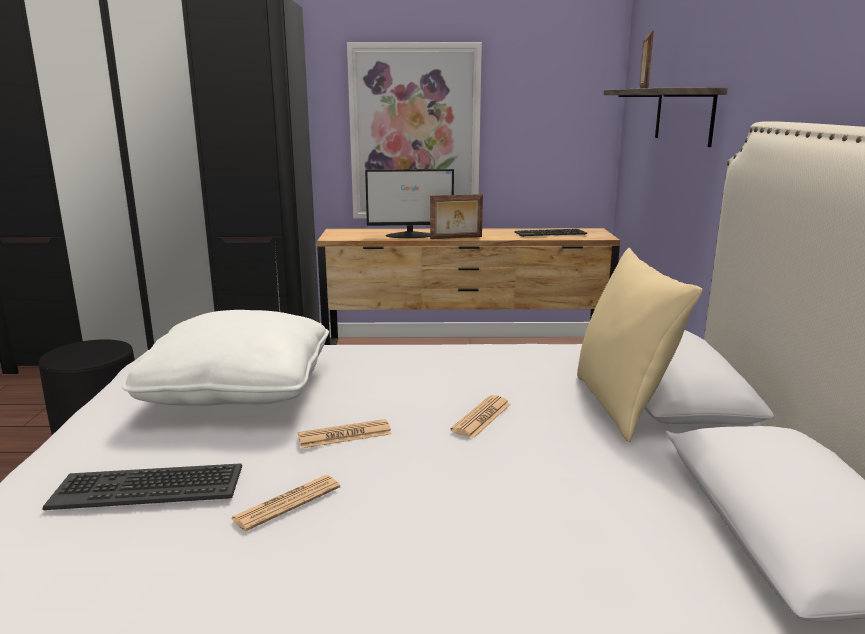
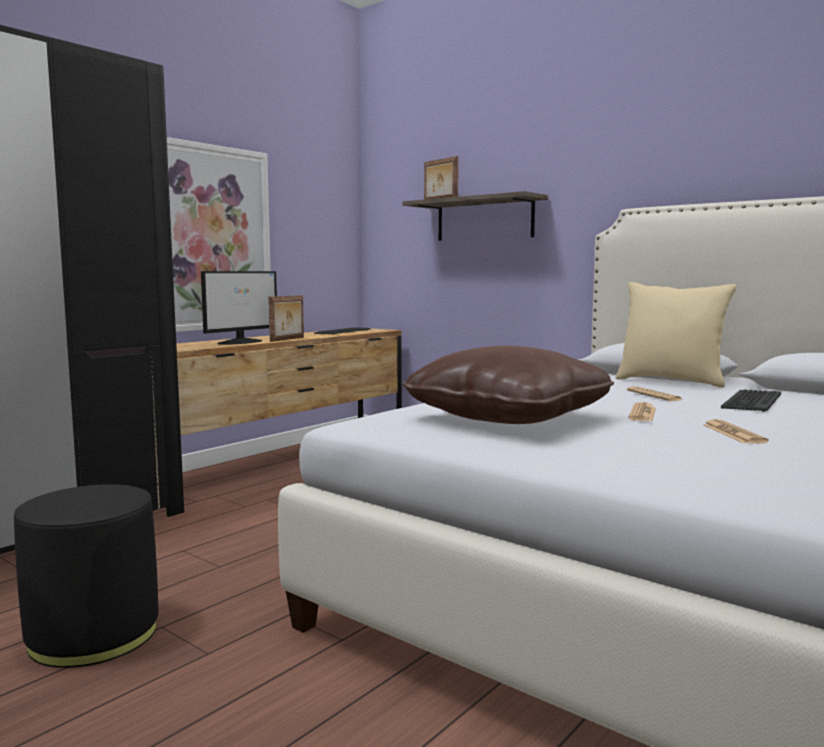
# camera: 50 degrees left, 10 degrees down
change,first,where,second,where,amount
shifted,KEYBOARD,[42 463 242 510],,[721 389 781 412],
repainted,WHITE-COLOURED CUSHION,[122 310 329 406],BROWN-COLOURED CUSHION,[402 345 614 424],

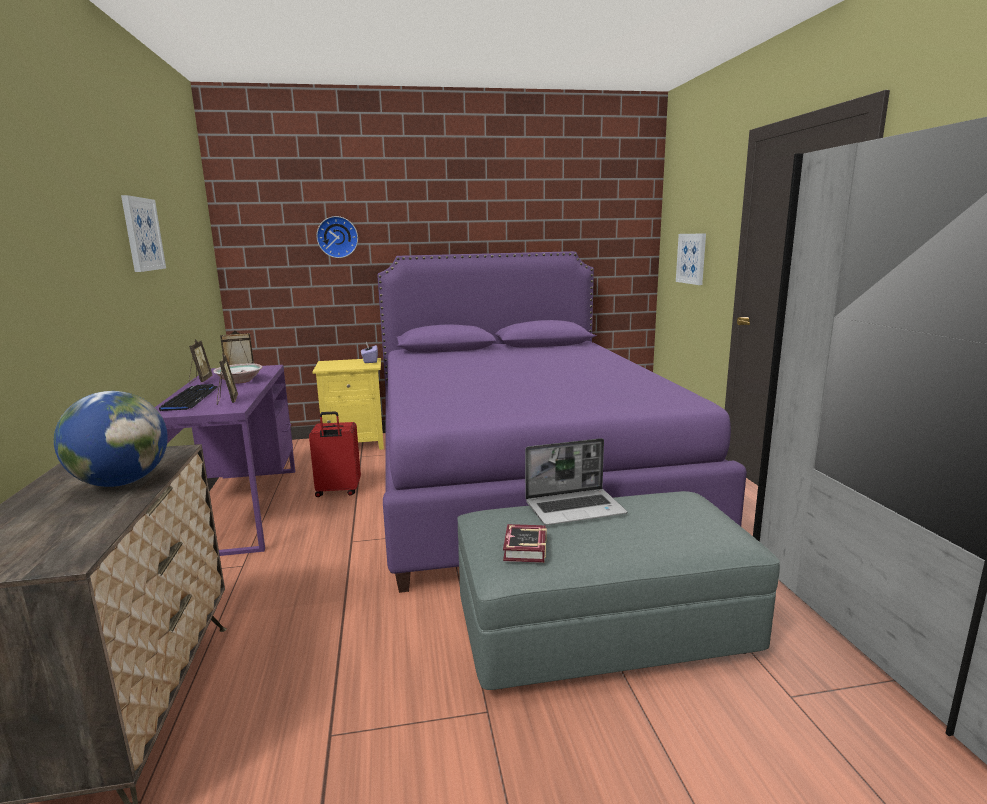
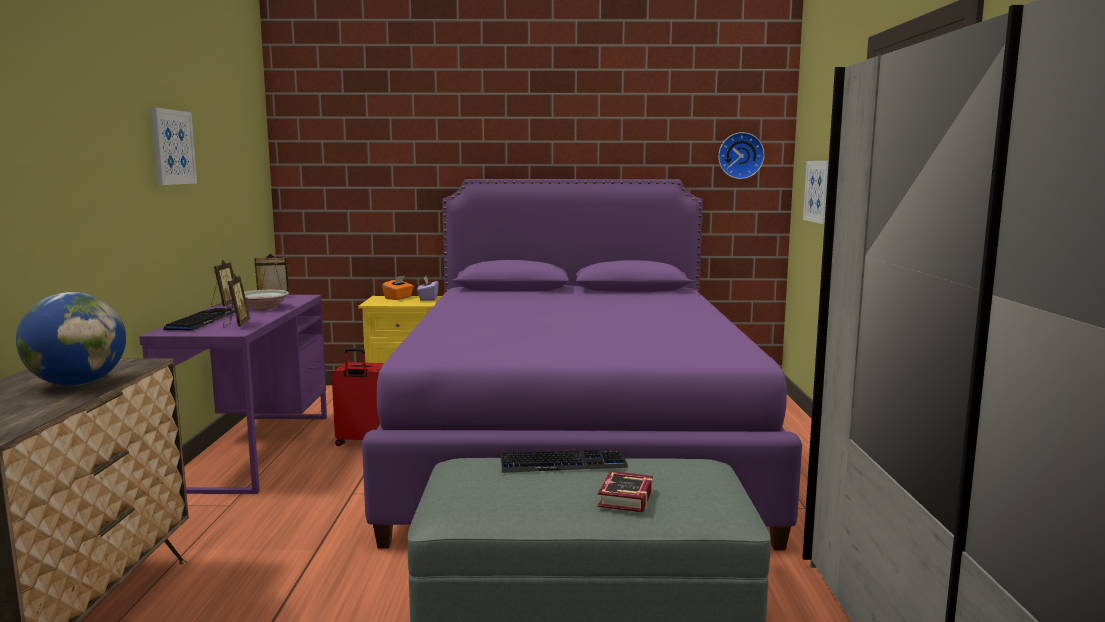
# camera: 10 degrees right, 5 degrees down
change,first,where,second,where,amount
shifted,CLOCK ON THE WALL,[316 216 358 258],,[718 132 764 179],
shifted,BOUND BOOK,[503 524 547 563],,[598 471 653 513],
swapped,LAPTOP,[525 438 627 525],KEYBOARD,[501 449 628 473],
new,,,ORANGE TISSUE HOLDER,[382 275 414 300],

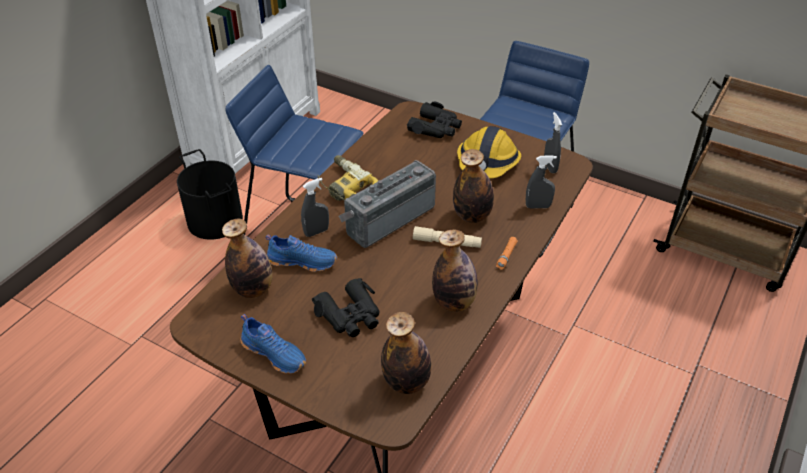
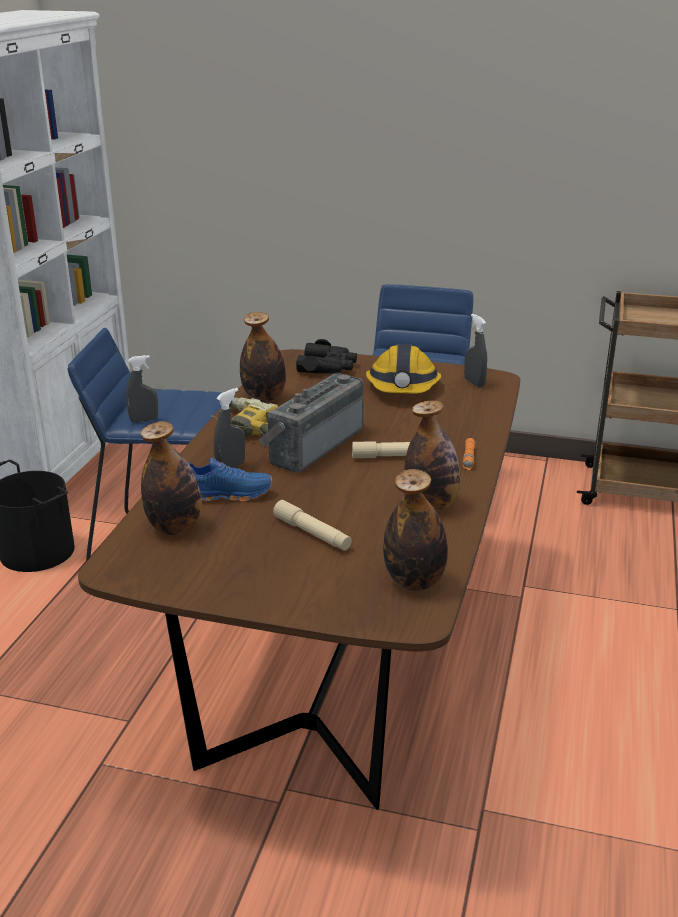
# camera: 15 degrees left, 15 degrees down
change,first,where,second,where,amount
gone,BLUE ITEM OF FOOTWEAR,[241 314 306 374],,,
swapped,BLACKISH PAIR OF BINOCULARS,[312 278 380 337],BEIGE-COLOURED FLASHLIGHT,[273 500 352 551],
shifted,BEVERAGE BOTTLE,[453 149 494 223],,[240 312 286 402],
shifted,GREY SPRAYER,[526 155 557 208],,[126 355 158 423],

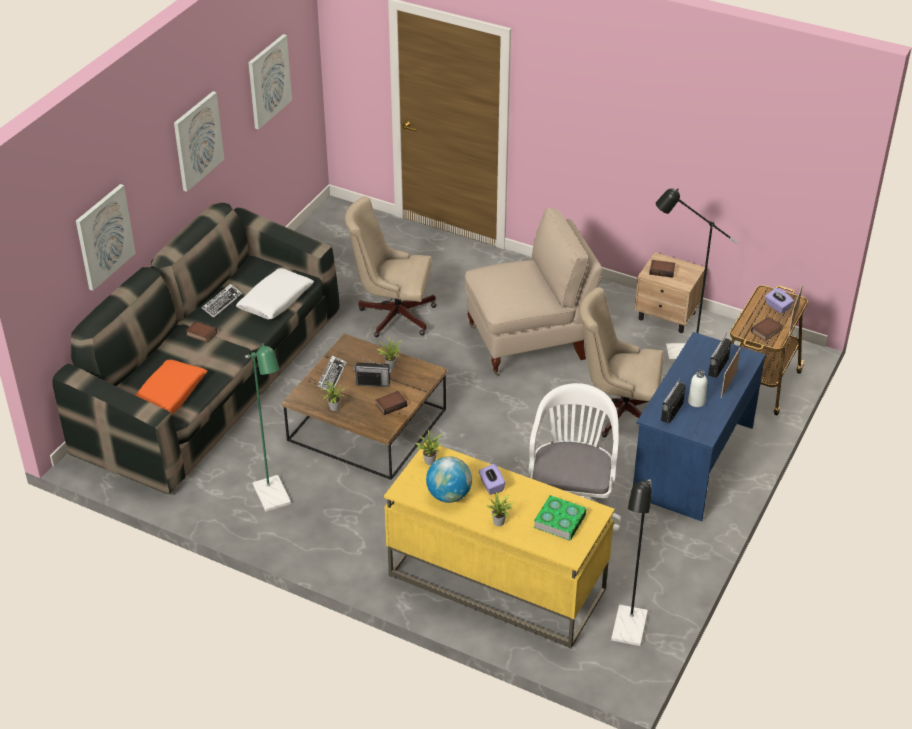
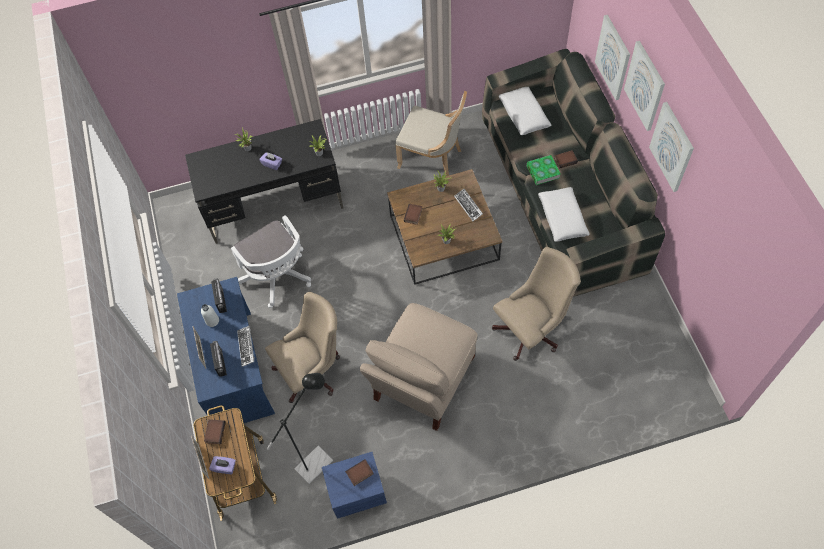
# camera: 140 degrees right, 20 degrees up
change,first,where,second,where,amount
repainted,ORANGE CUSHION,[135 359 207 414],WHITE-COLOURED CUSHION,[499 87 551 135],
shifted,KEYBOARD,[201 284 242 318],,[237 326 255 367],
swapped,GREEN STANDARD LAMP,[245 343 291 512],BEIGE-COLOURED UPRIGHT CHAIR,[395 91 467 176],
shifted,WALL PICTURE,[248 34 292 130],,[624 41 665 131],
gone,RADIO,[353 358 392 387],,,
repainted,YELLOW-COLOURED DESK UNIT,[384 443 615 649],BLACKISH DESK UNIT,[185 119 343 244],
gone,WORLD GLOBE,[426 456 472 503],,,
shifted,BOUND BOOK,[534 495 587 541],,[527 155 561 185],
gone,BLACKISH STANDARD LAMP,[611 478 652 646],,,
repainted,BEIGE-COLOURED NIGHTSTAND,[634 252 705 333],BLUE NIGHTSTAND,[322 452 387 519],

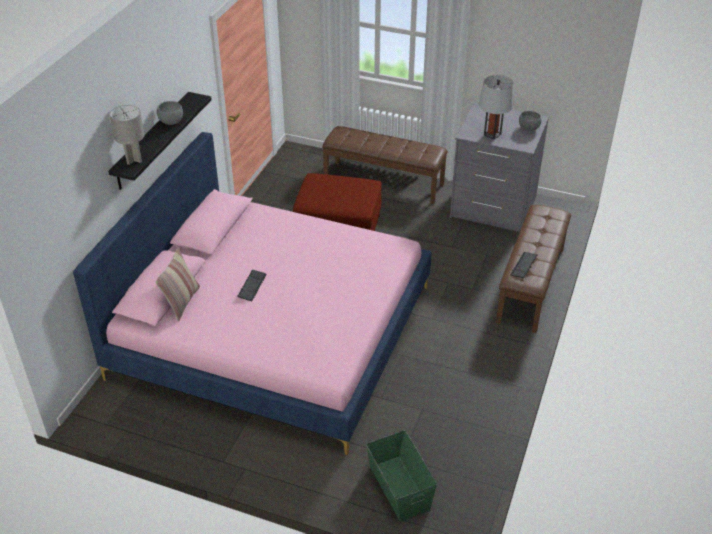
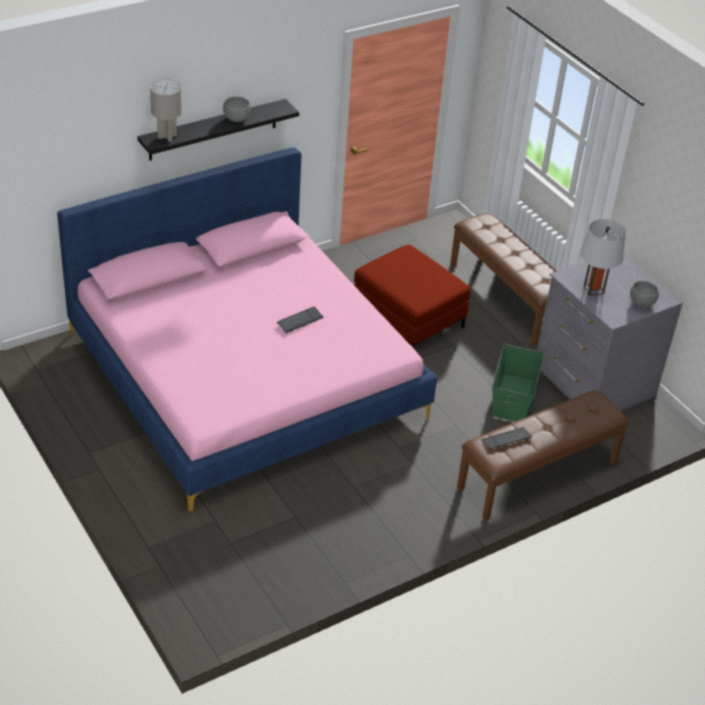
# camera: 35 degrees right, 0 degrees up
change,first,where,second,where,amount
gone,CUSHION,[156 248 200 321],,,
shifted,KEYBOARD,[238 270 267 301],,[277 307 324 333],
shifted,GREEN STORAGE BIN,[366 430 437 522],,[492 344 544 421],

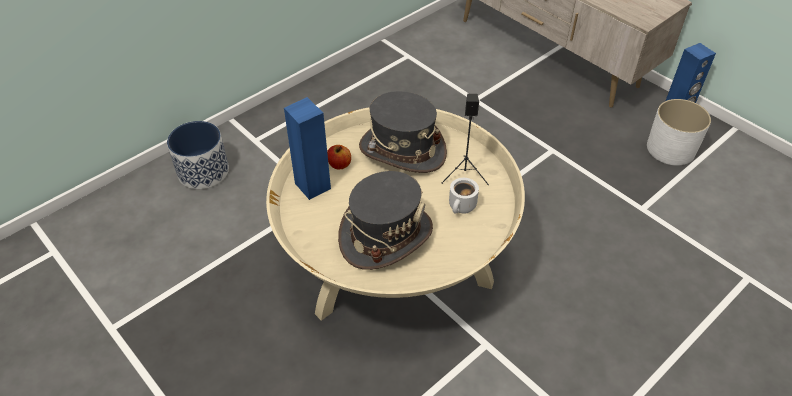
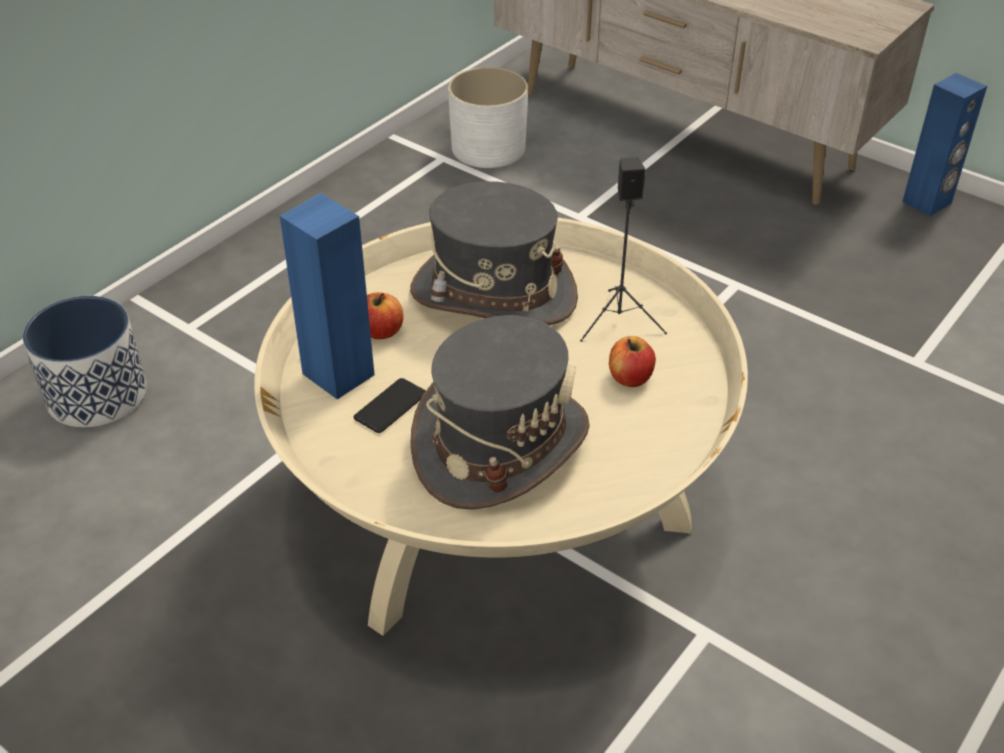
# camera: 10 degrees left, 5 degrees down
change,first,where,second,where,amount
swapped,WHITE-COLOURED COFFEE MUG,[449 178 479 214],APPLE FRUIT,[609 336 656 387],
shifted,WHITE-COLOURED FLOWER POT,[647 99 711 166],,[448 67 528 168],
new,,,TELEPHONE,[354 378 426 433],

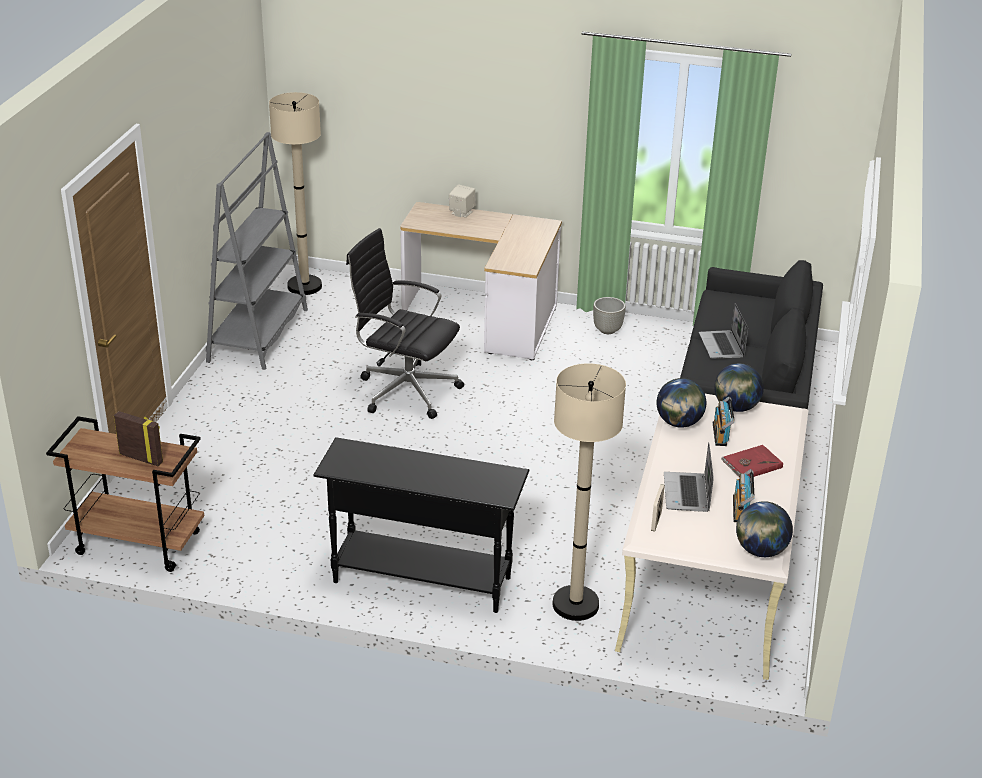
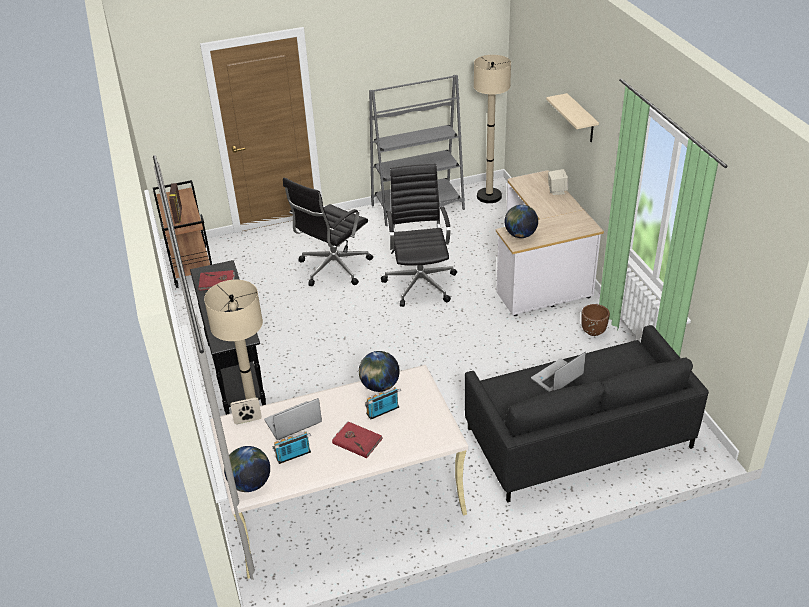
# camera: 60 degrees right, 5 degrees up
change,first,where,second,where,amount
repainted,GREY FLOWER POT,[593 297 626 334],BROWN-COLOURED FLOWER POT,[581 304 610 336],
shifted,WORLD GLOBE,[714 363 764 412],,[504 205 538 238],
new,,,RED-COLOURED BOUND BOOK,[198 270 235 291],
new,,,BLACKISH DESK CHAIR,[283 178 373 286],
new,,,BEIGE-COLOURED SHELF,[546 93 599 142],

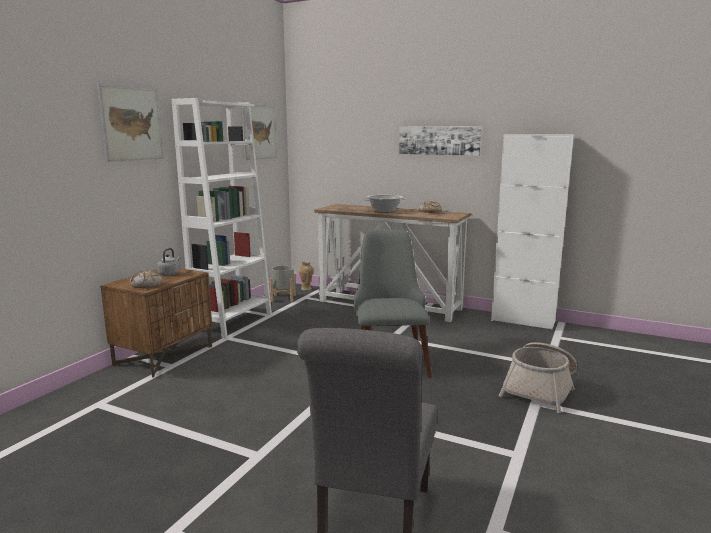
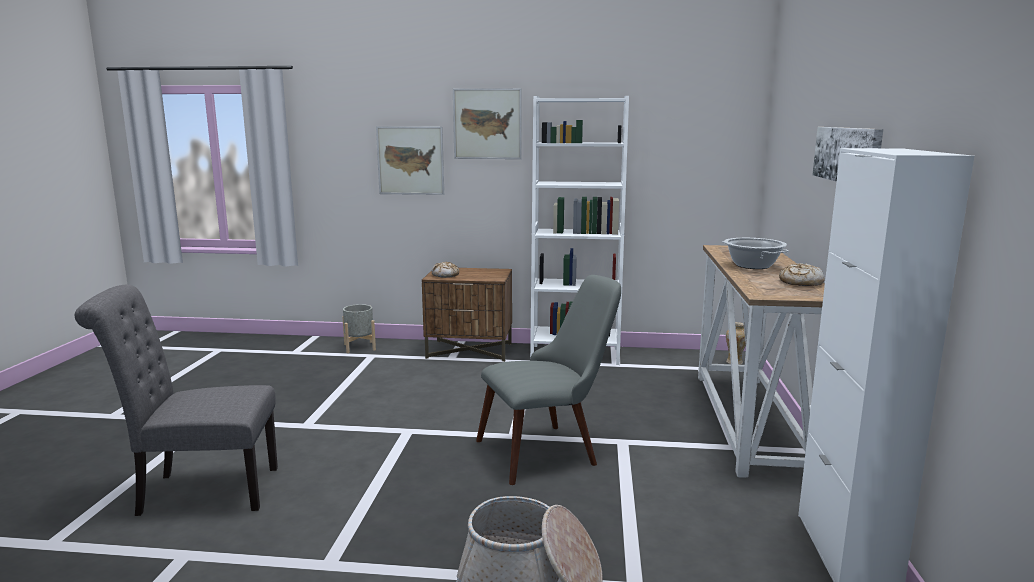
# camera: 70 degrees right, 0 degrees up
change,first,where,second,where,amount
gone,GREY KETTLE,[157 248 180 276],,,
shifted,WALL PICTURE,[242 105 277 160],,[376 126 444 195],
shifted,GREY FLOWER POT,[270 266 296 302],,[342 304 376 353],

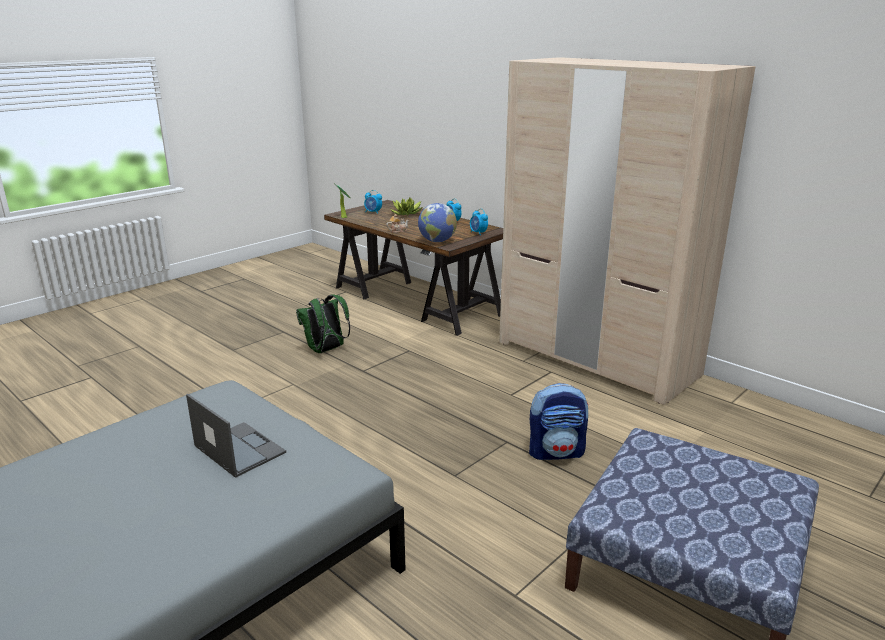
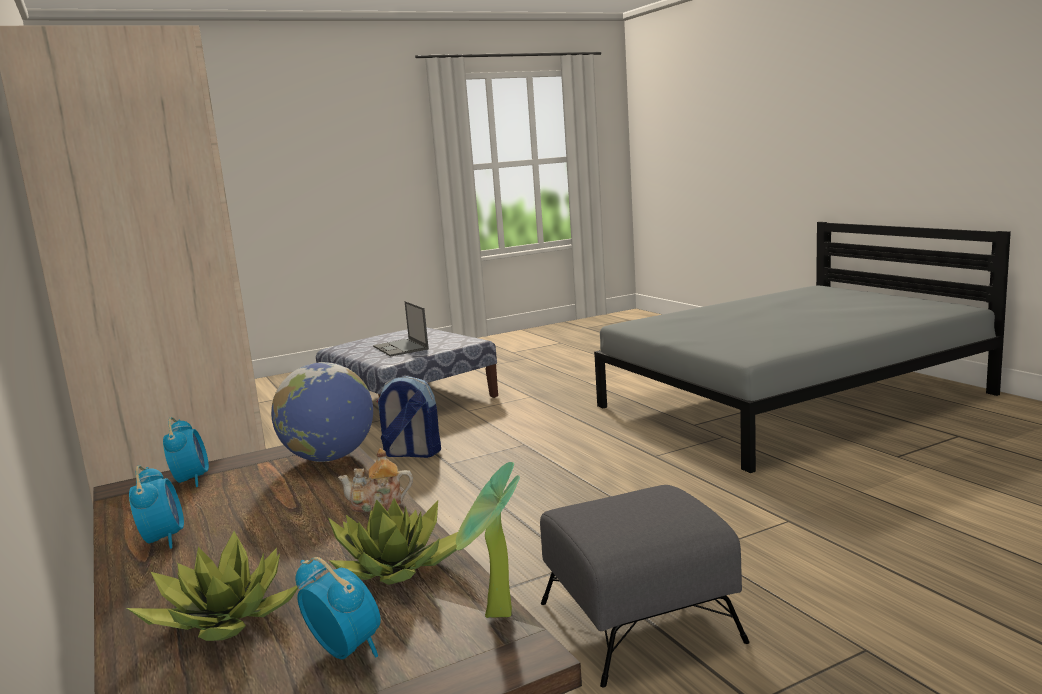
# camera: 160 degrees left, 10 degrees down
change,first,where,second,where,amount
shifted,LAPTOP,[186 394 286 478],,[373 301 429 357],
swapped,GREEN BACKPACK,[296 295 350 353],GREY POUFFE,[540 485 750 687],
new,,,PLANT IN A POT,[328 499 458 585],

